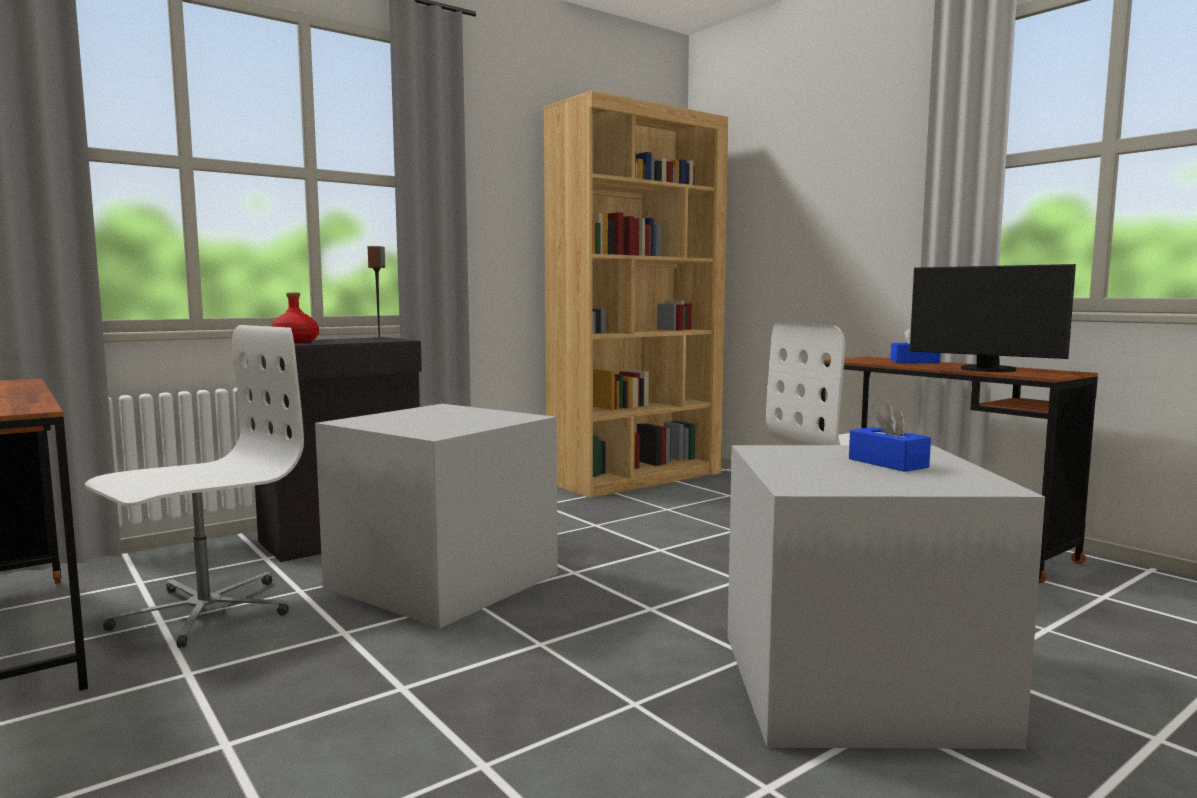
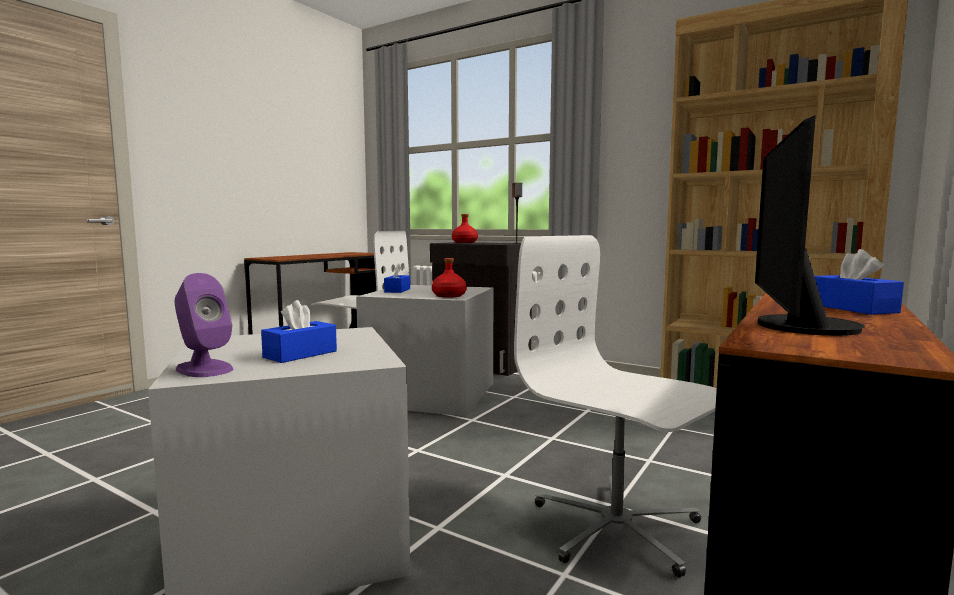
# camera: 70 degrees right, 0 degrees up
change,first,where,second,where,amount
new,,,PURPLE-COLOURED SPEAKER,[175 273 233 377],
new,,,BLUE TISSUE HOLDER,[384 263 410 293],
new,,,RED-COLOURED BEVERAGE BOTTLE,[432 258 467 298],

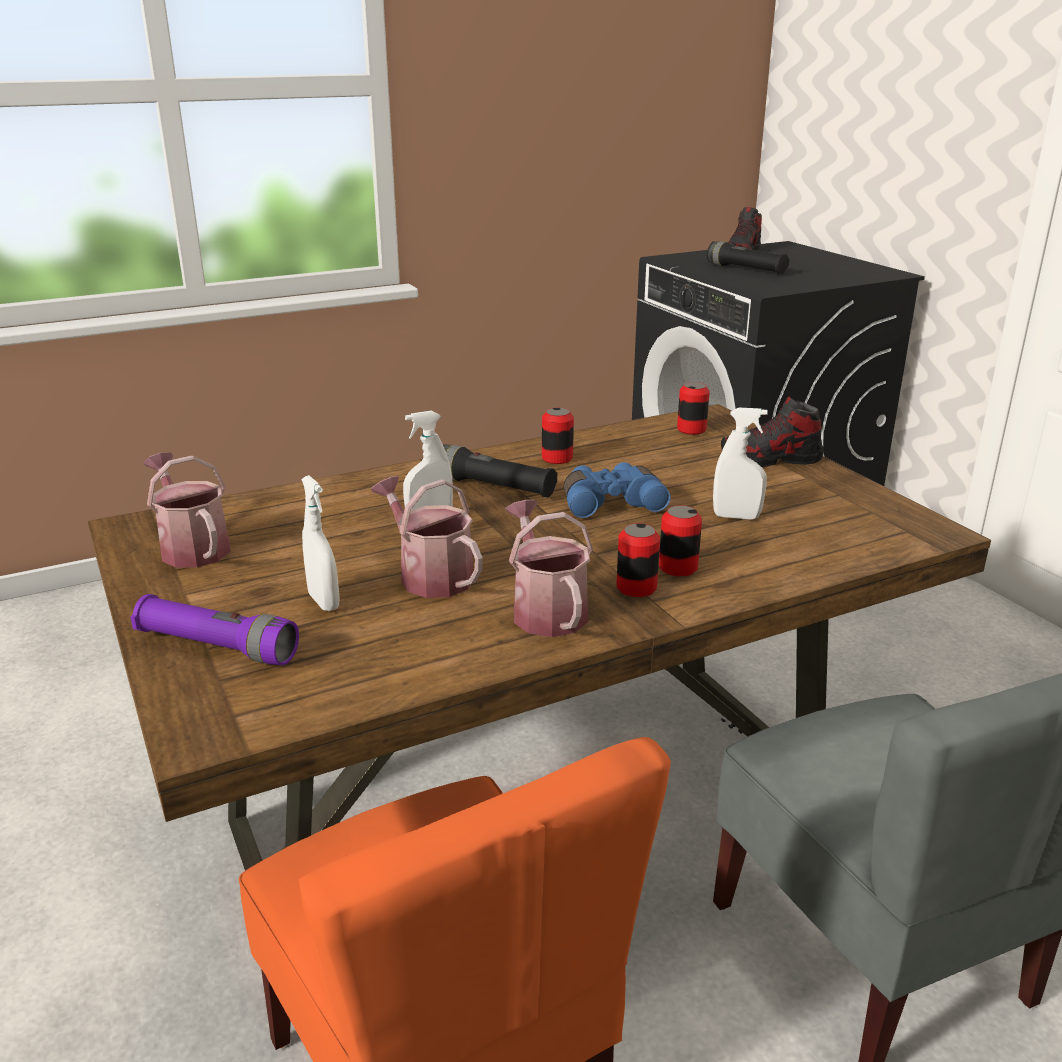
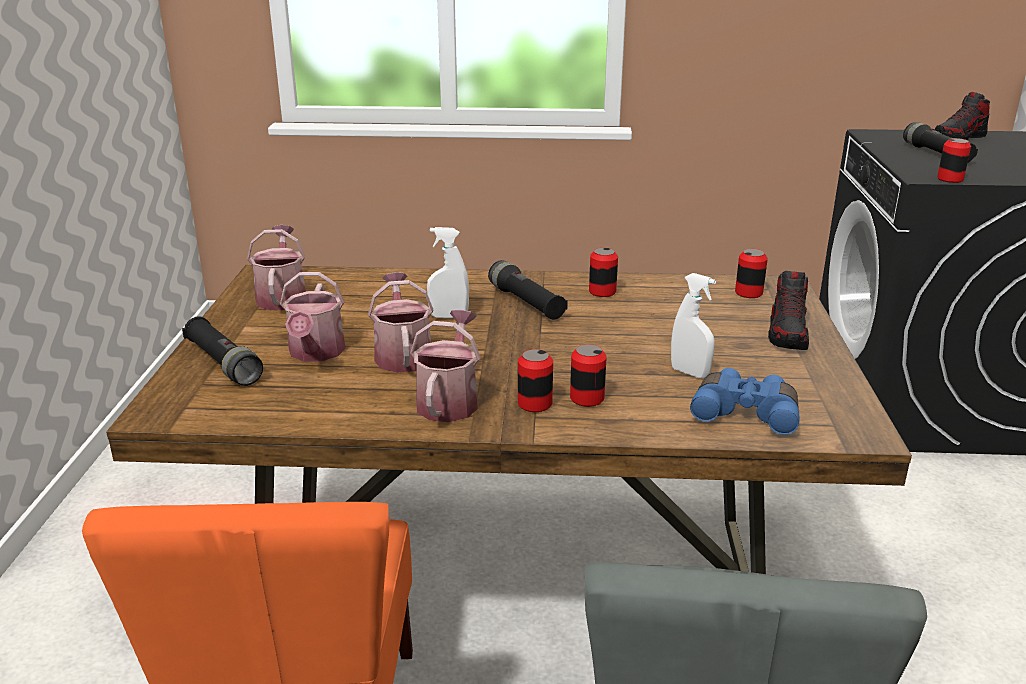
# camera: 30 degrees right, 0 degrees up
change,first,where,second,where,amount
repainted,PURPLE-COLOURED FLASHLIGHT,[130 594 299 665],BLACKISH FLASHLIGHT,[182 317 263 386],
swapped,WHITE-COLOURED SPRAYER,[301 475 339 611],SPRINKLING CAN,[280 272 346 362],
shifted,BLUE PAIR OF BINOCULARS,[564 462 670 518],,[690 368 800 435],
rotated,ITEM OF FOOTWEAR,[721 396 824 467],,[768 271 809 350],105 degrees counterclockwise
new,,,METAL CAN,[937 138 971 183],

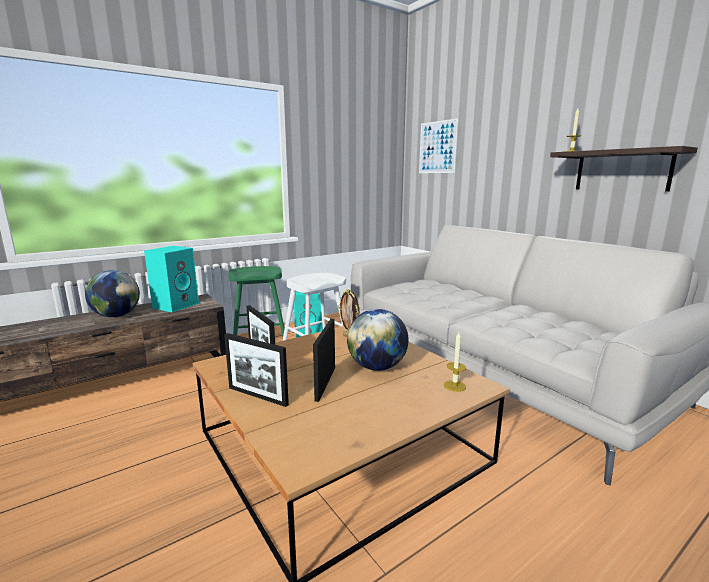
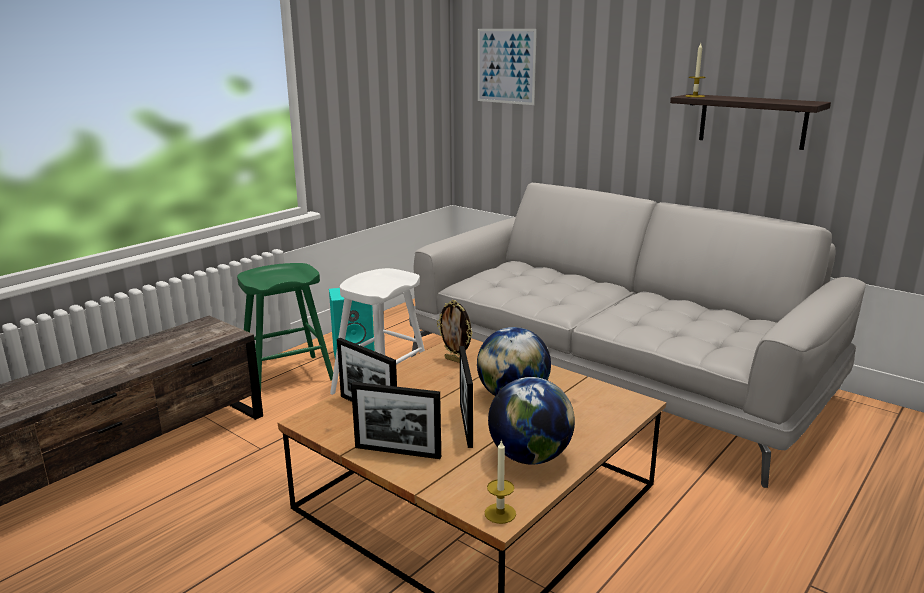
# camera: 15 degrees left, 5 degrees up
change,first,where,second,where,amount
shifted,WORLD GLOBE,[85 270 140 317],,[488 377 575 465],
gone,TURQUOISE-COLOURED SPEAKER,[144 246 199 312],,,
shifted,WAX LIGHT,[444 332 466 392],,[485 439 516 524],

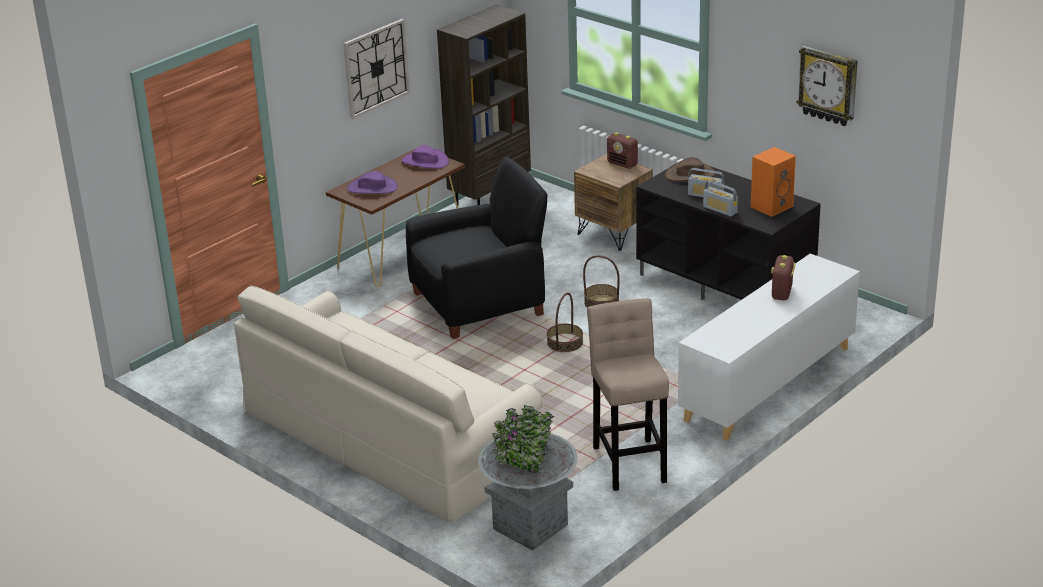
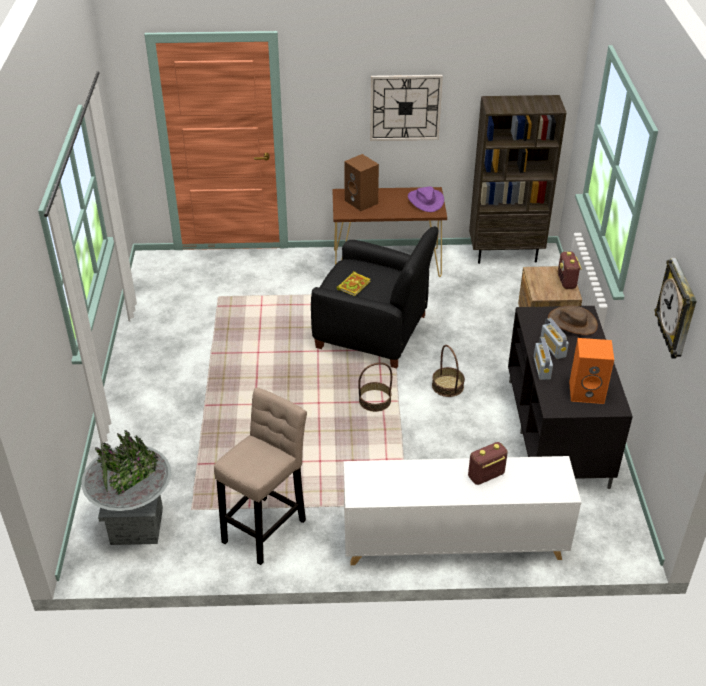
# camera: 45 degrees right, 10 degrees up
change,first,where,second,where,amount
gone,BEIGE-COLOURED COUCH,[234 286 543 523],,,
swapped,PURPLE-COLOURED CLOTHING HAT,[347 171 398 194],BROWN-COLOURED SPEAKER,[344 154 379 212],
new,,,BOUND BOOK,[336 271 370 296],

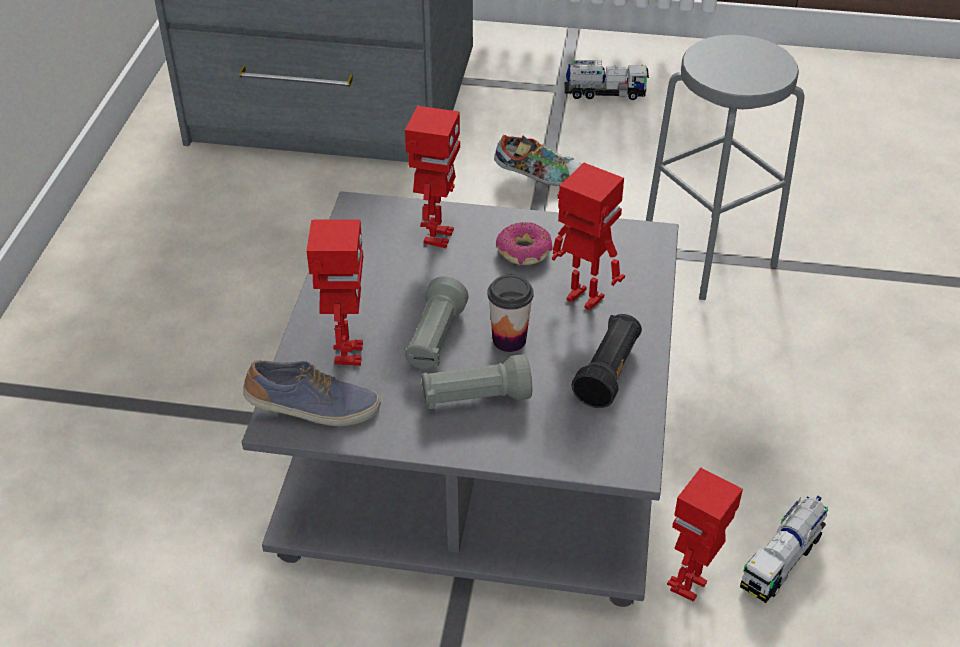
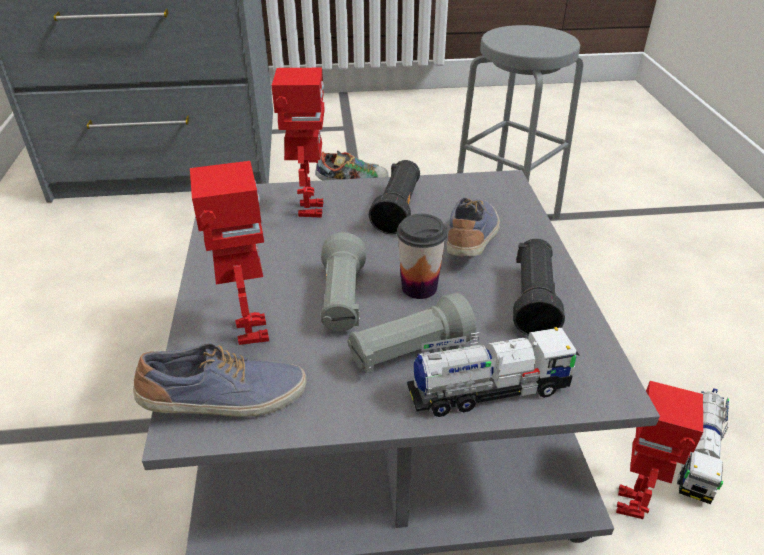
# camera: 15 degrees left, 5 degrees down
change,first,where,second,where,amount
swapped,DONUT,[496 222 553 265],BLACKISH FLASHLIGHT,[369 160 420 234],
swapped,TOY ROBOT,[552 163 625 310],ITEM OF FOOTWEAR,[447 197 500 256],
shifted,TOY TRUCK,[564 60 649 100],,[407 327 580 417],

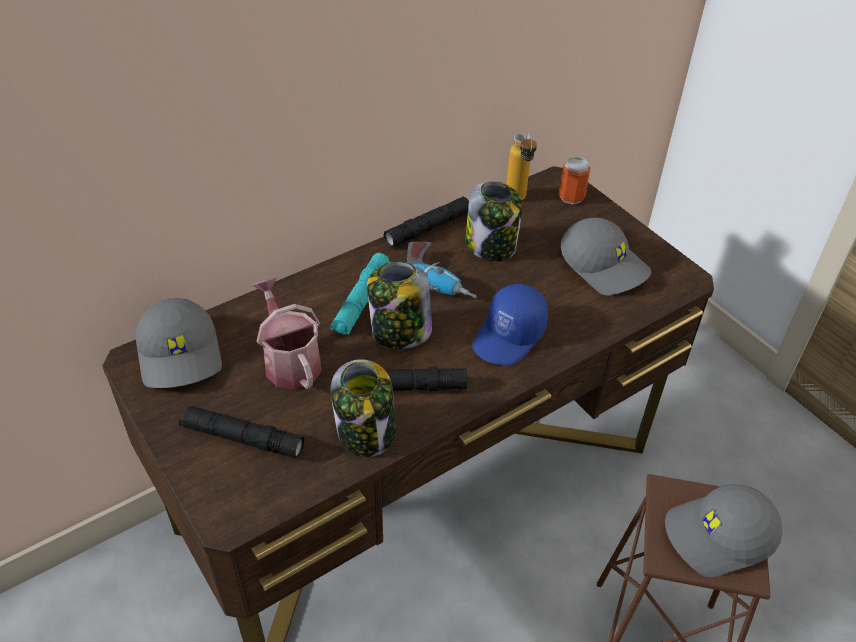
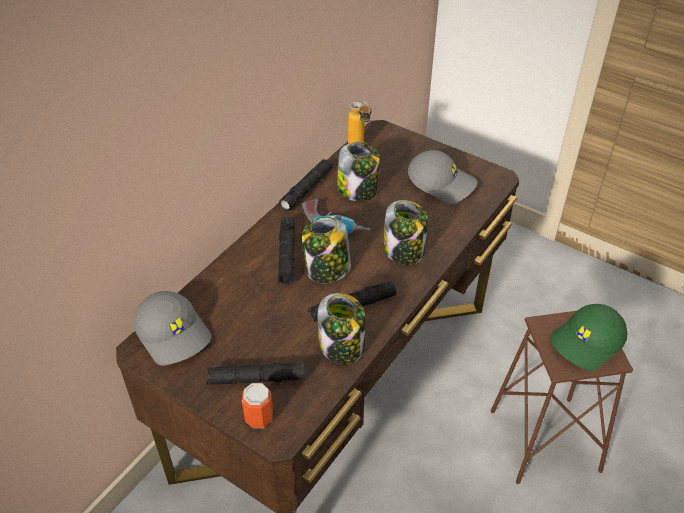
# camera: 20 degrees left, 0 degrees up
change,first,where,second,where,amount
gone,SPRINKLING CAN,[252 277 321 389],,,
repainted,TURQUOISE-COLOURED FLASHLIGHT,[330 253 390 335],BLACKISH FLASHLIGHT,[278 217 295 284],
swapped,BLUE BASEBALL CAP,[472 284 548 366],STORAGE JAR,[384 200 428 265],
shifted,METAL CAN,[558 156 591 204],,[242 383 273 428],
repainted,GREY BASEBALL CAP,[665 484 783 577],GREEN BASEBALL CAP,[550 304 627 371],

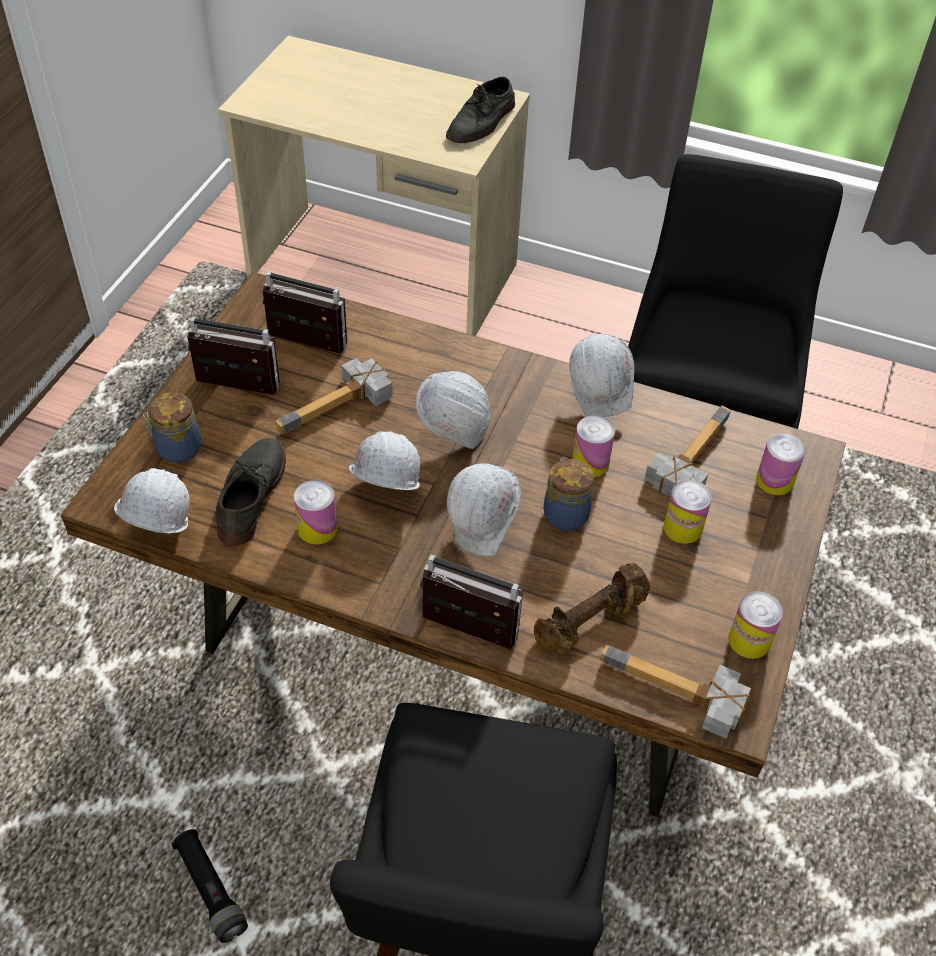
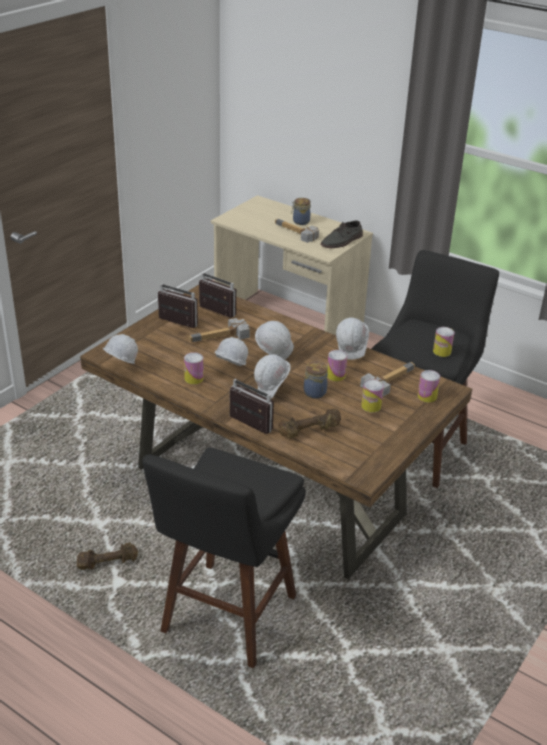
# camera: 15 degrees right, 15 degrees down
change,first,where,second,where,amount
shifted,STORAGE JAR,[143 392 201 463],,[291 198 311 225],
swapped,BLACKISH FLASHLIGHT,[171 829 248 943],BROWN-COLOURED HAND WEIGHT,[77 542 138 570],
gone,GREY ITEM OF FOOTWEAR,[215 438 286 546],,,
shifted,HAMMER,[600 645 751 738],,[275 219 319 243],
shifted,METAL CAN,[729 591 783 659],,[433 327 454 357],

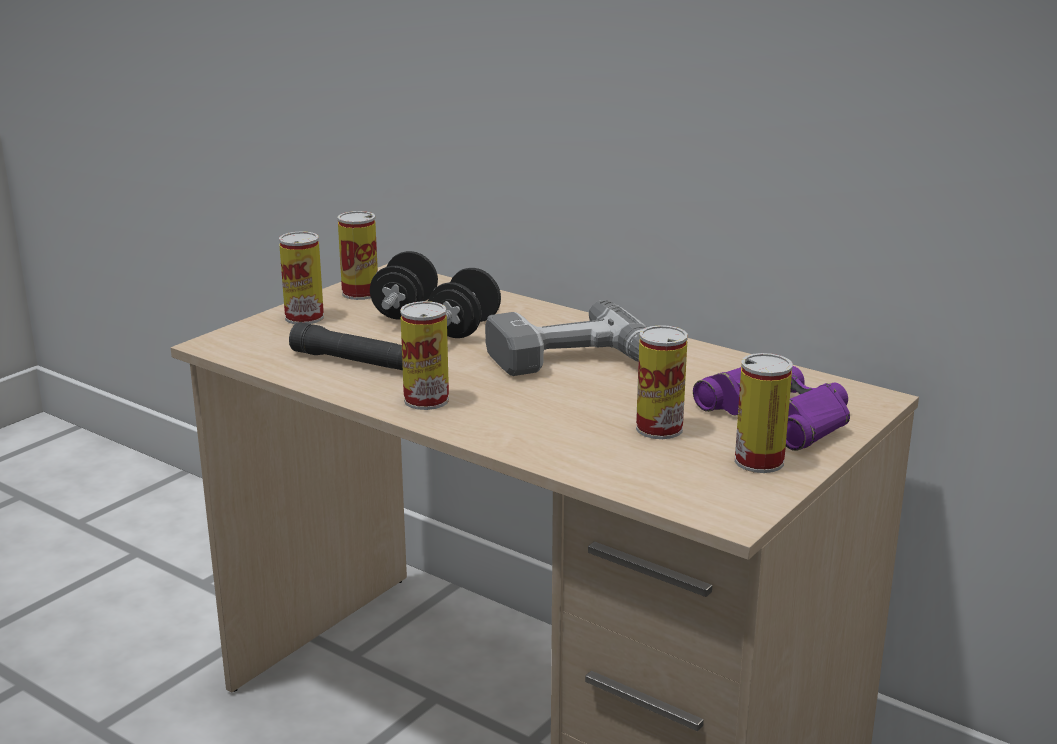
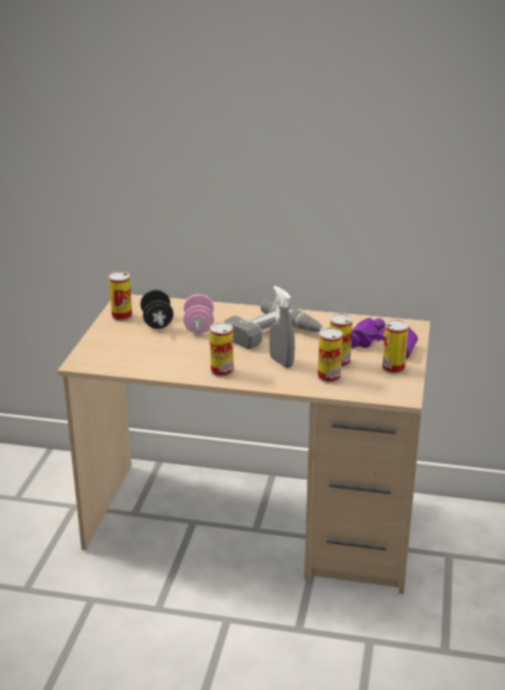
# camera: 25 degrees left, 5 degrees up
change,first,where,second,where,amount
shifted,METAL CAN,[279 231 324 324],,[318 328 343 383],
gone,BLACKISH FLASHLIGHT,[289 322 403 370],,,
repainted,BLACKISH HAND WEIGHT,[428 268 501 338],PINK HAND WEIGHT,[183 294 214 334],
new,,,GREY SPRAYER,[269 286 295 368],

